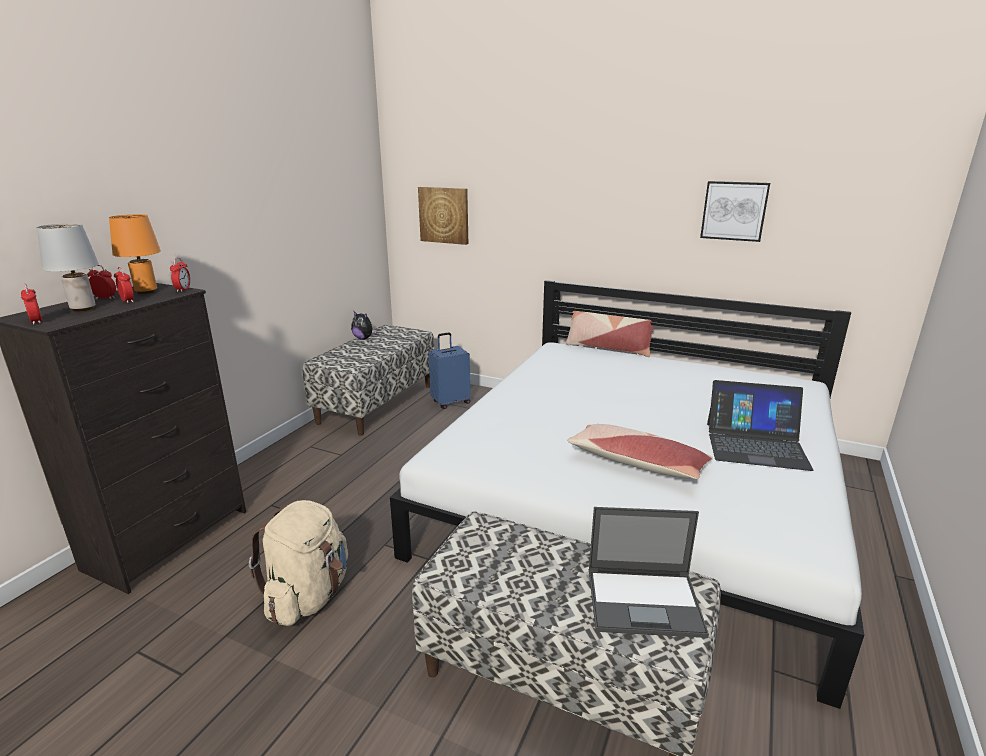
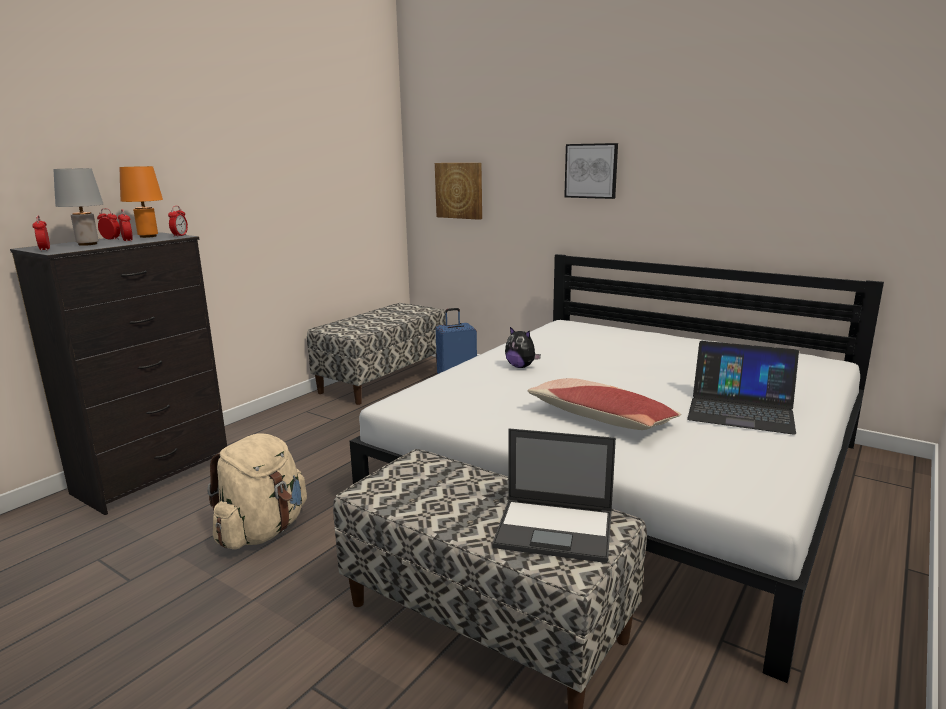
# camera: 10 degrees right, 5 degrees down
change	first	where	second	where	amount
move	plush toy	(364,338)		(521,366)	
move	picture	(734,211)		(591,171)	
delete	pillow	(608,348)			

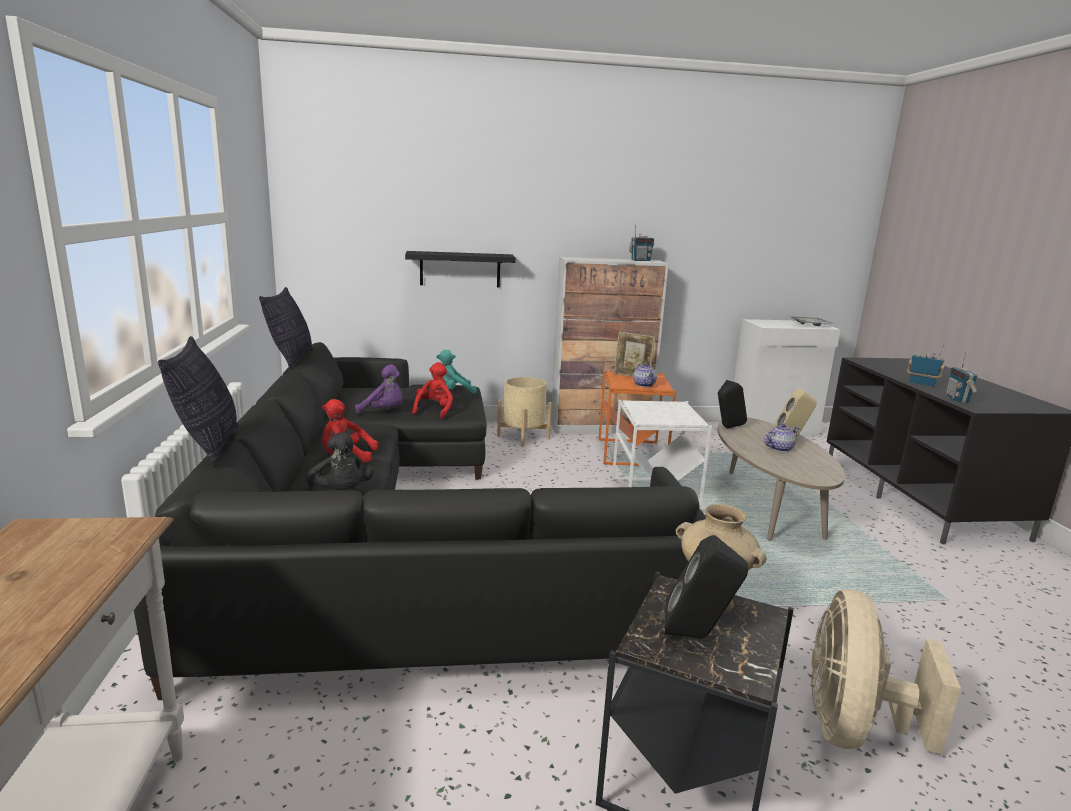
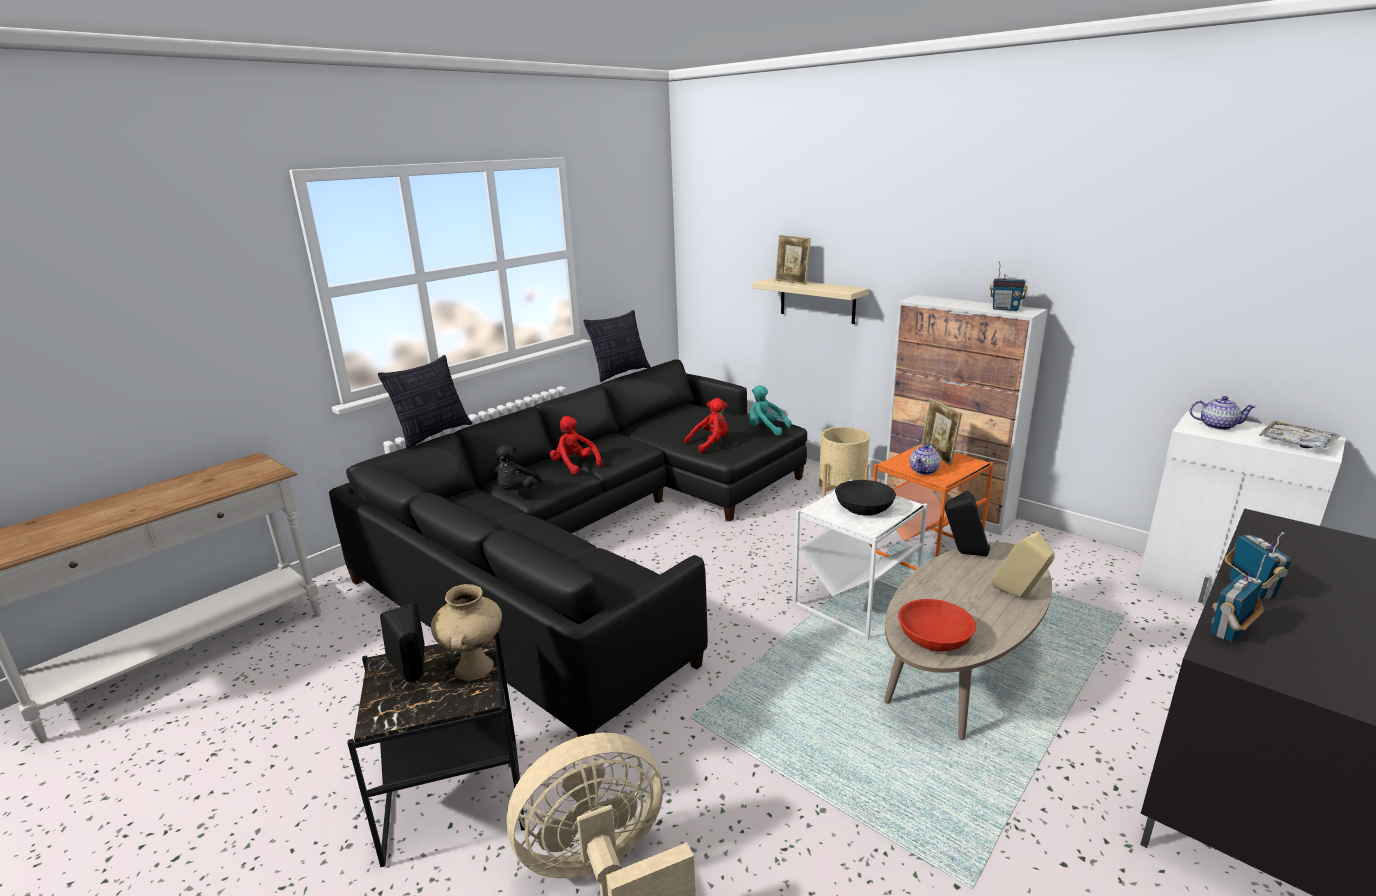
# camera: 50 degrees right, 5 degrees up
change	first	where	second	where	amount
recolor	shelf in black	(460,269)	shelf in beige	(817,300)	
insert			picture frame	(792,282)	
insert			bowl in black	(864,507)	
insert			bowl in red	(934,637)	
move	teapot	(779,448)		(1217,426)	
delete	plush toy in purple	(384,411)			

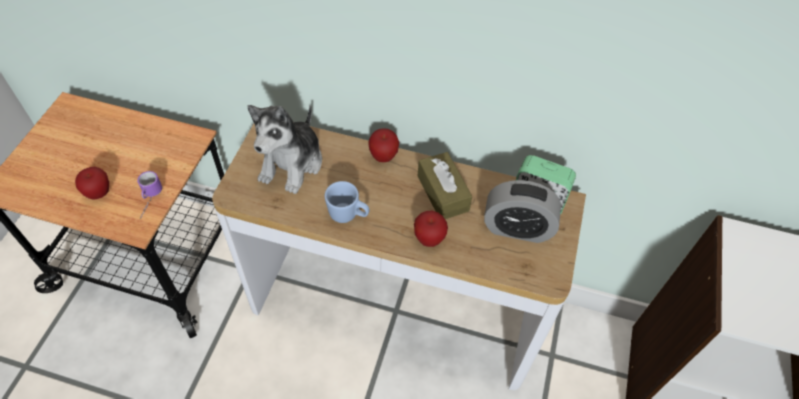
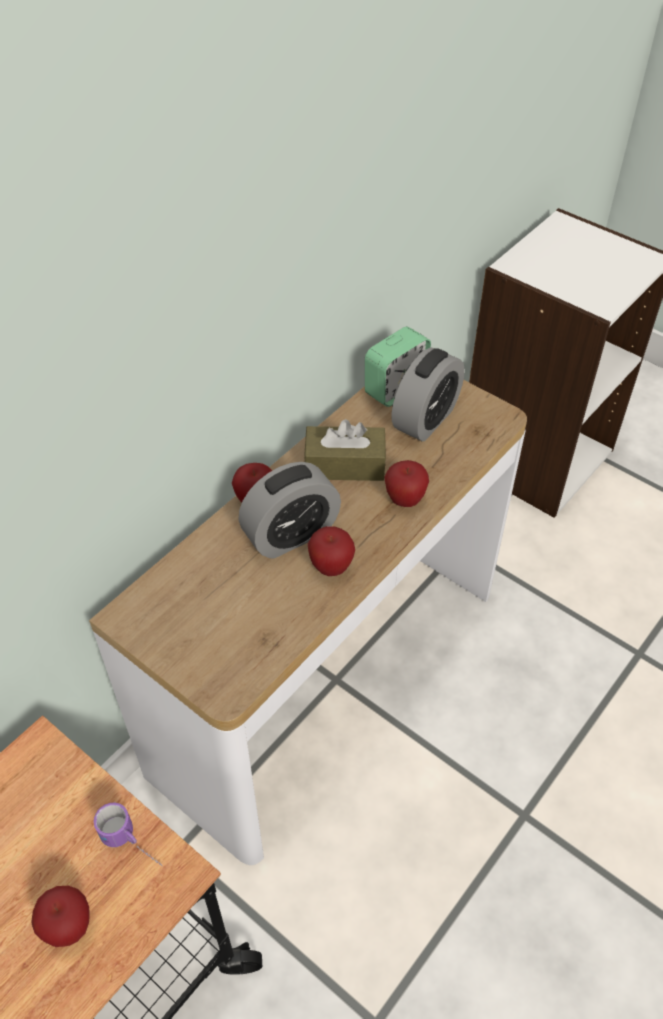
# camera: 65 degrees left, 5 degrees down
change	first	where	second	where	amount
insert			alarm clock	(291,535)	
replace	mug in blue	(348,215)	apple	(331,567)	
delete	plush toy	(292,164)			

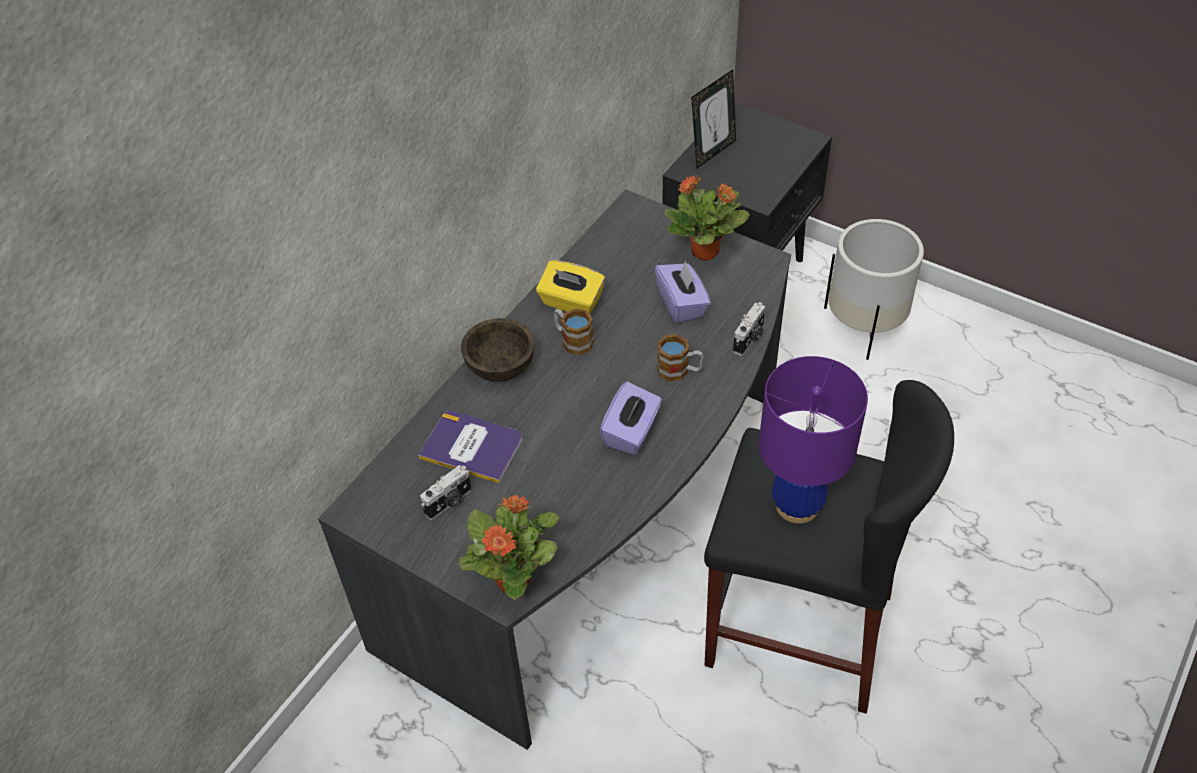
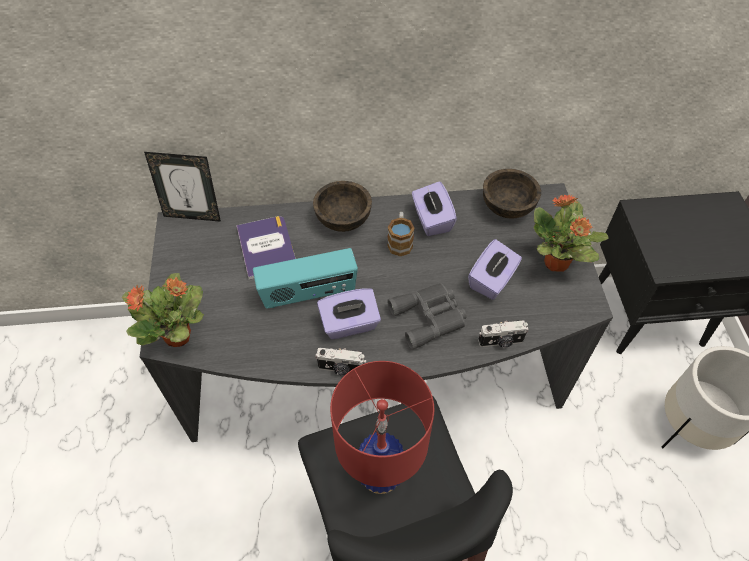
# camera: 50 degrees right, 5 degrees up
change	first	where	second	where	amount
move	picture frame	(712,152)		(193,215)	
insert			radio	(309,294)	
move	photo camera	(449,502)		(341,369)	
recolor	table lamp in purple	(796,505)	table lamp in red	(380,473)	
replace	mug	(679,371)	binoculars in grey	(430,317)	
recolor	tissue box in yellow	(571,303)	tissue box in purple	(431,220)	
insert			bowl in brown	(507,206)	

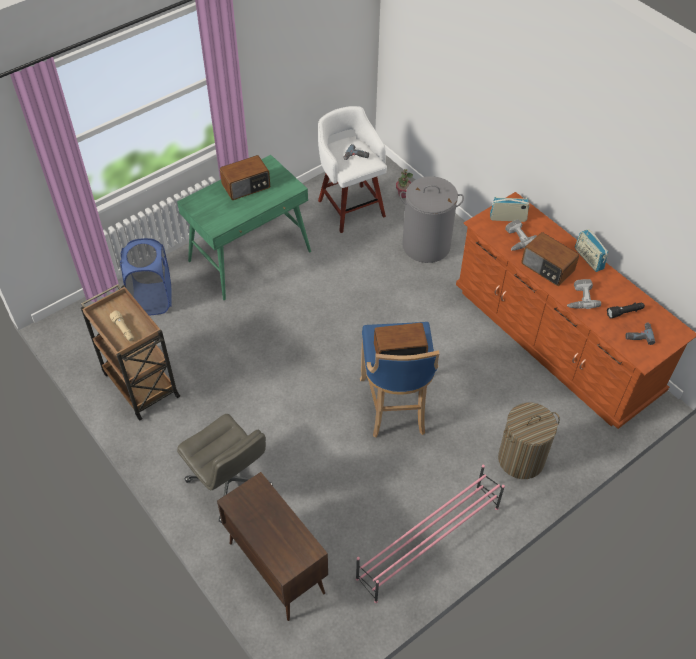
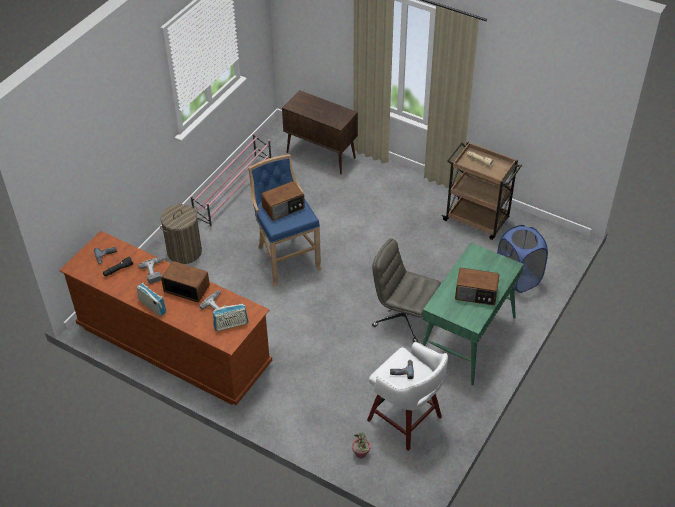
# camera: 160 degrees right, 5 degrees down
change	first	where	second	where	amount
move	office chair in grey	(230,484)		(403,318)	
rotate	radio	(246,186)		(476,294)	120 degrees counterclockwise
delete	laundry basket in grey	(426,245)			

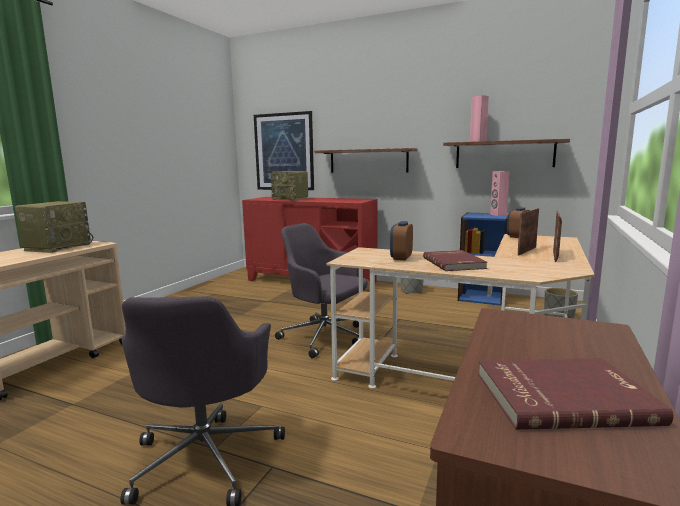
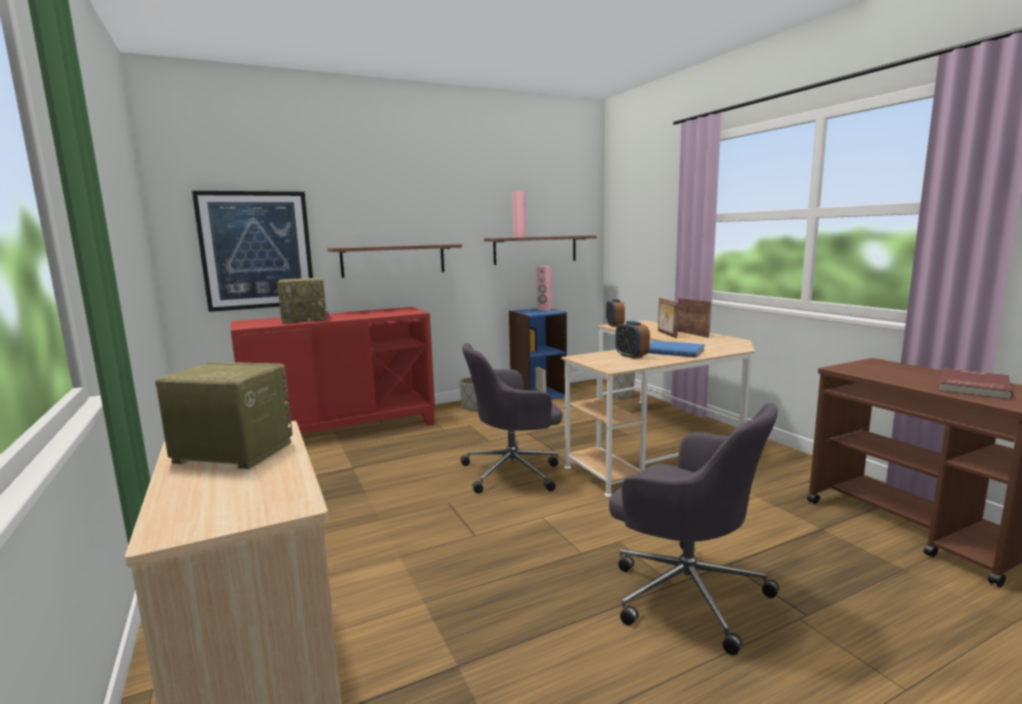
# camera: 50 degrees left, 0 degrees up
change	first	where	second	where	amount
rotate	radio	(58,247)		(231,453)	45 degrees counterclockwise
recolor	book in red	(454,263)	book in blue	(674,351)	

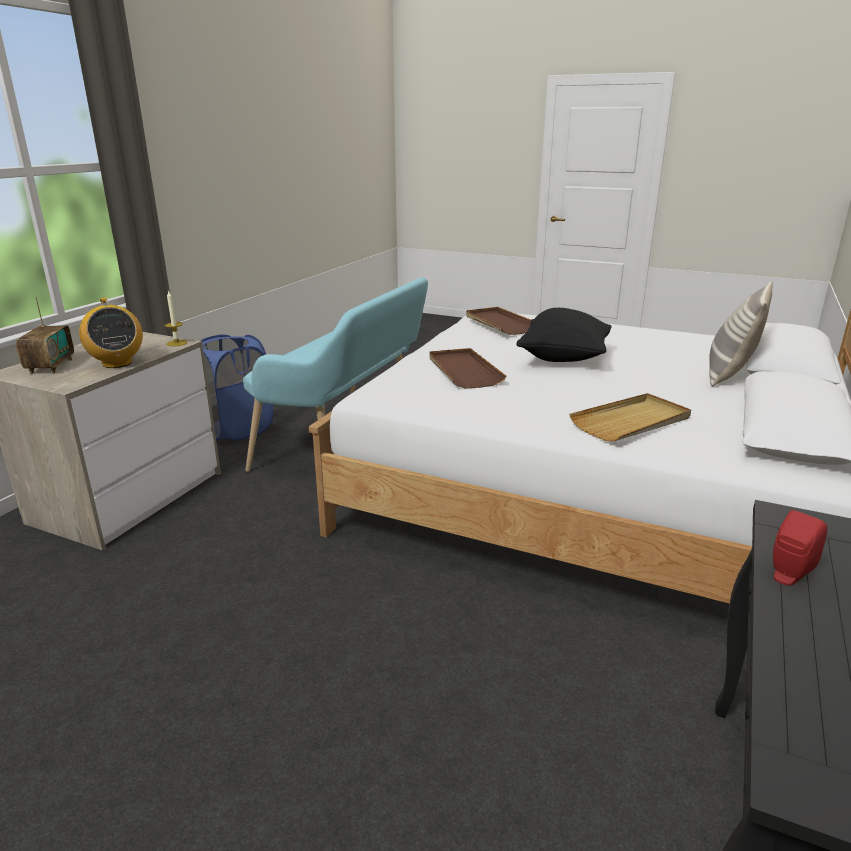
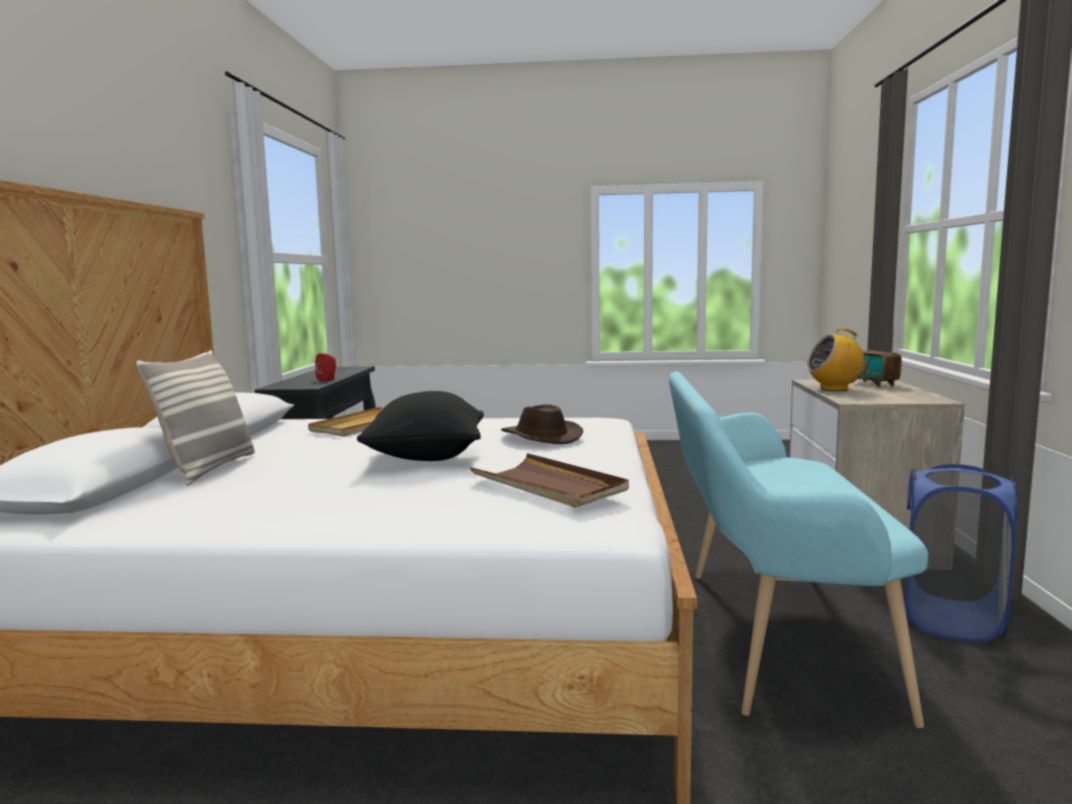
# camera: 160 degrees right, 15 degrees down
change	first	where	second	where	amount
replace	tray in brown	(463,371)	hat in brown	(540,437)	
rotate	radio	(117,363)		(834,389)	45 degrees counterclockwise
delete	candle	(176,343)			

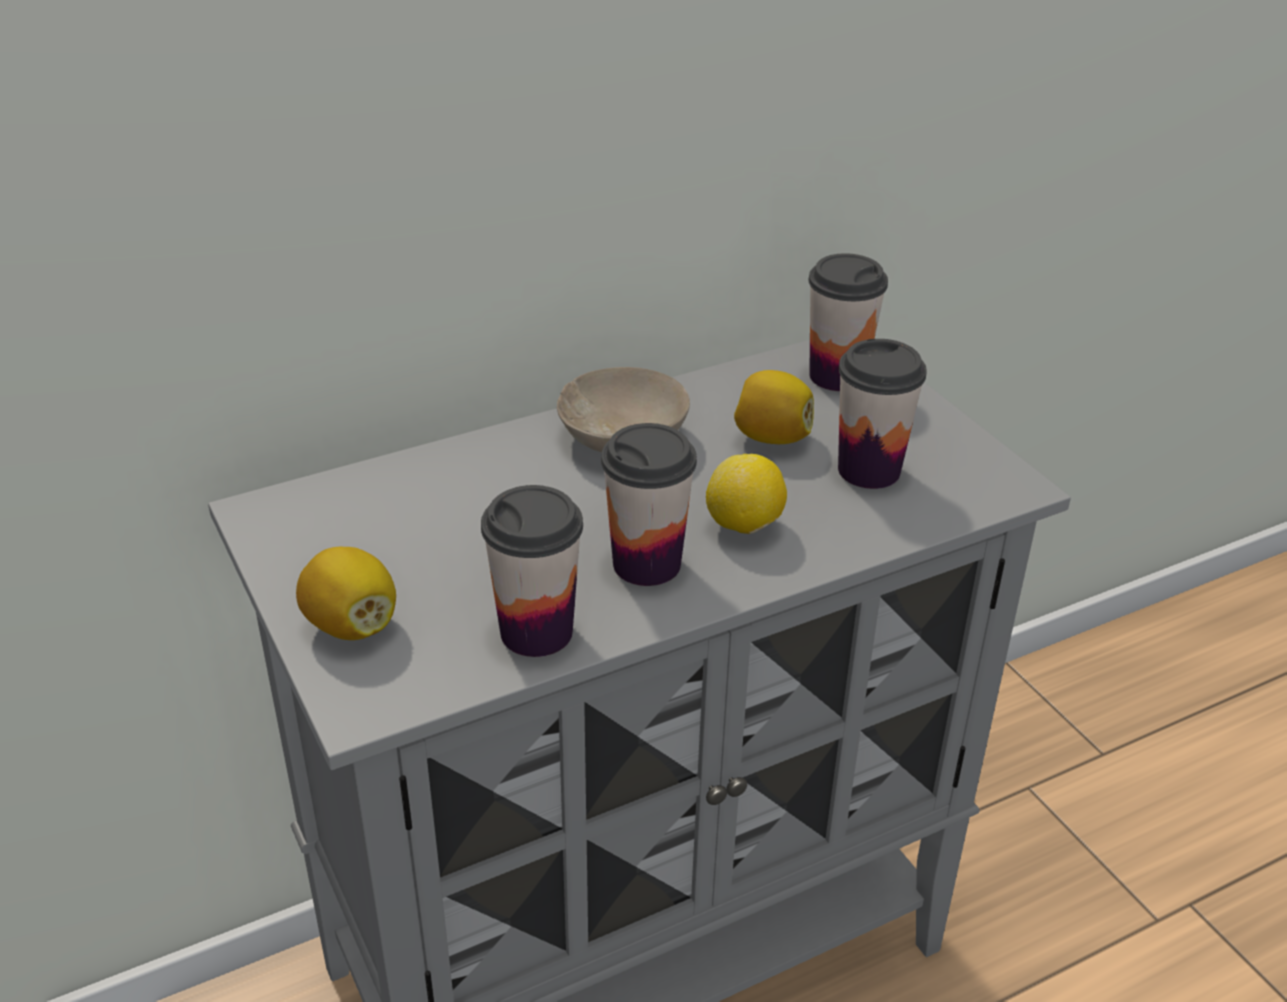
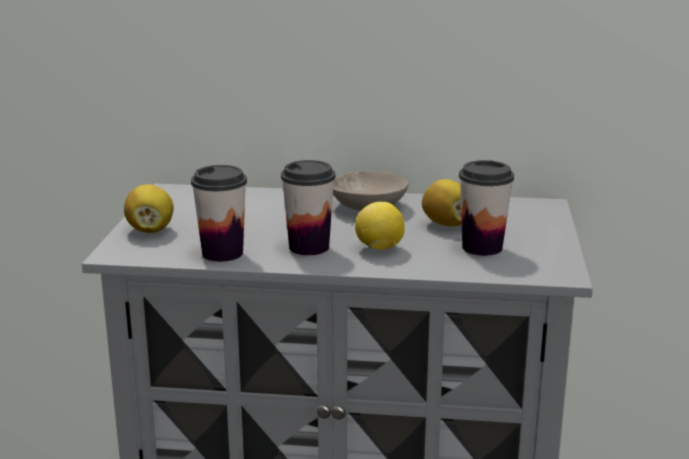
# camera: 35 degrees right, 15 degrees down
change	first	where	second	where	amount
delete	cup	(837,376)			

